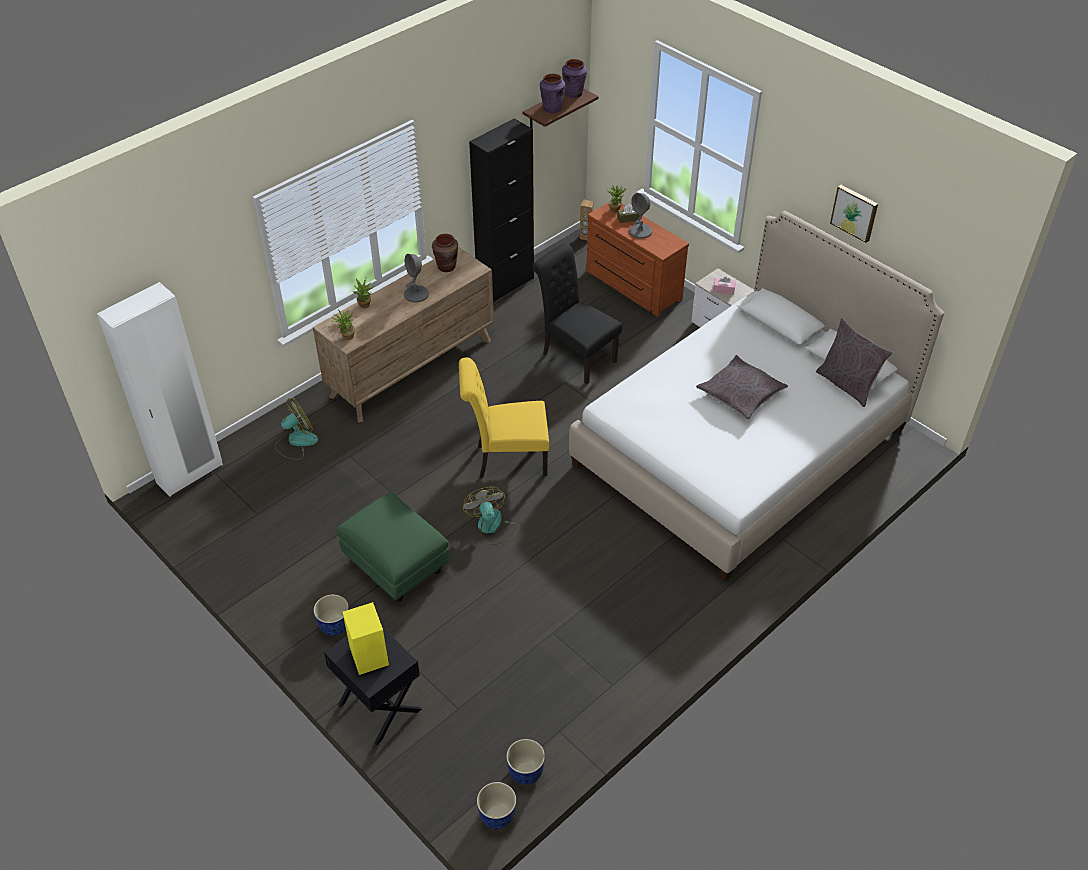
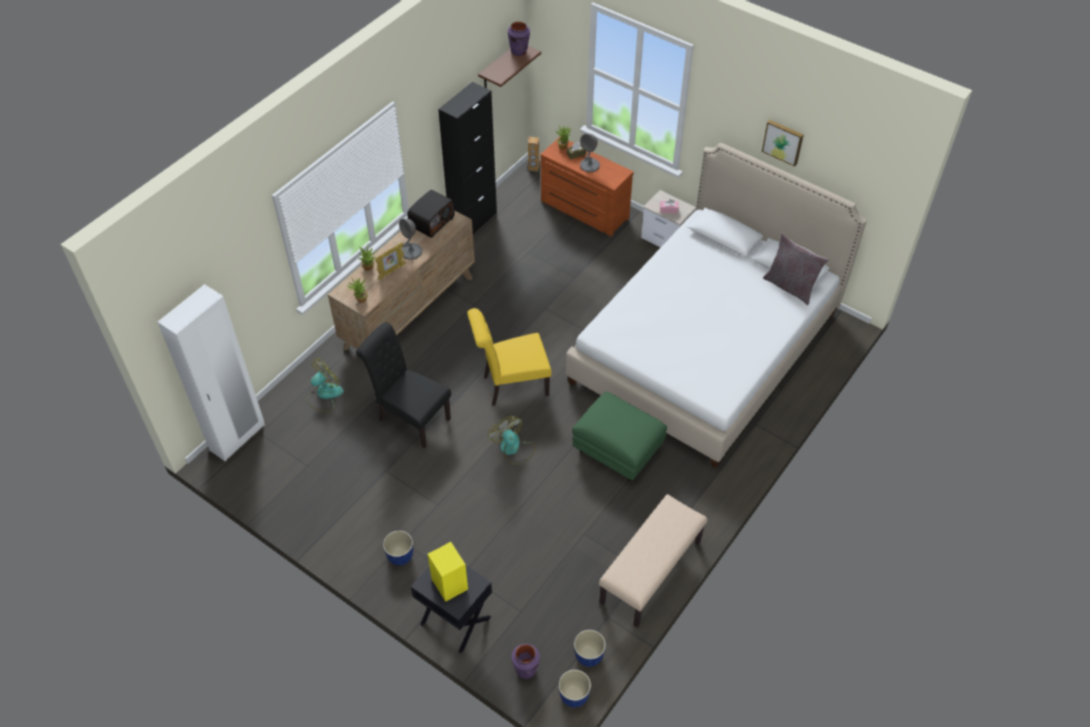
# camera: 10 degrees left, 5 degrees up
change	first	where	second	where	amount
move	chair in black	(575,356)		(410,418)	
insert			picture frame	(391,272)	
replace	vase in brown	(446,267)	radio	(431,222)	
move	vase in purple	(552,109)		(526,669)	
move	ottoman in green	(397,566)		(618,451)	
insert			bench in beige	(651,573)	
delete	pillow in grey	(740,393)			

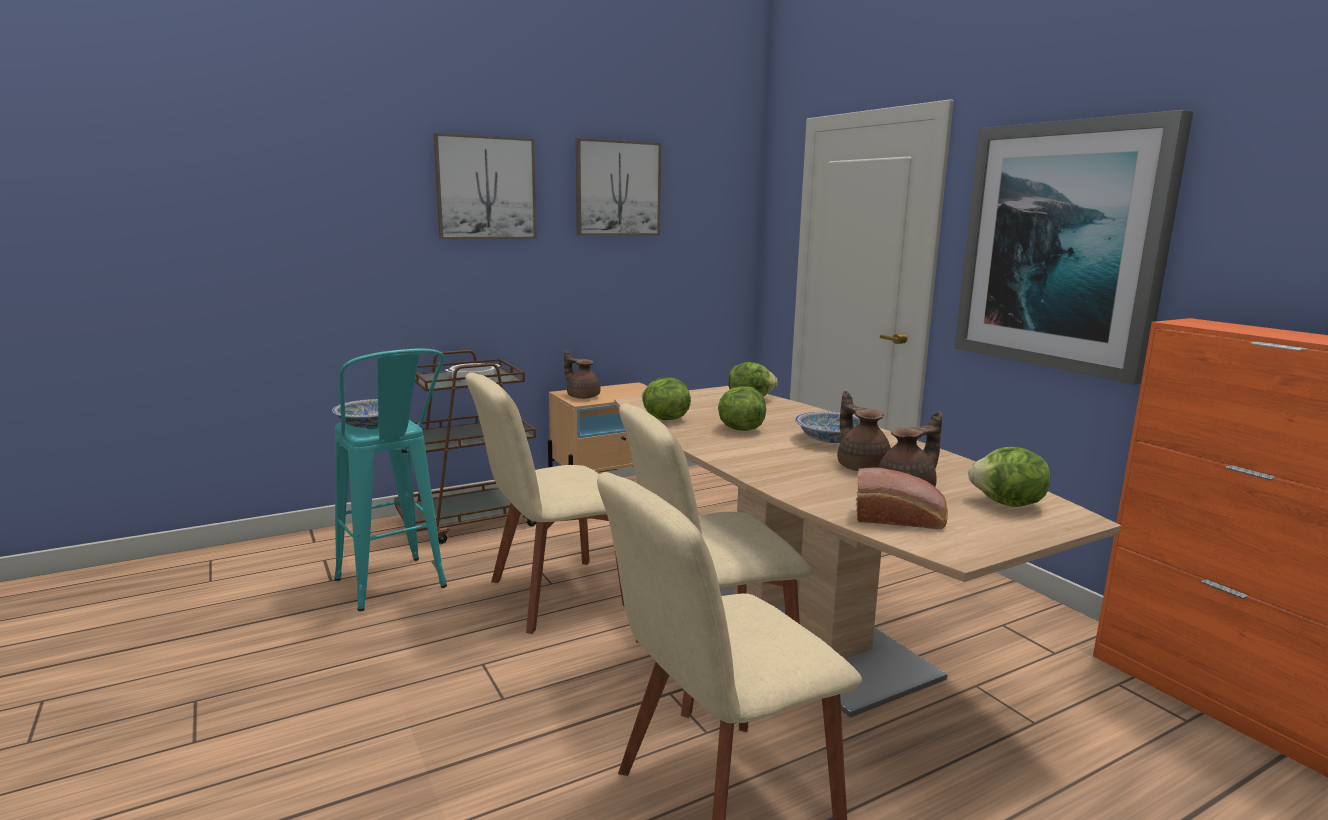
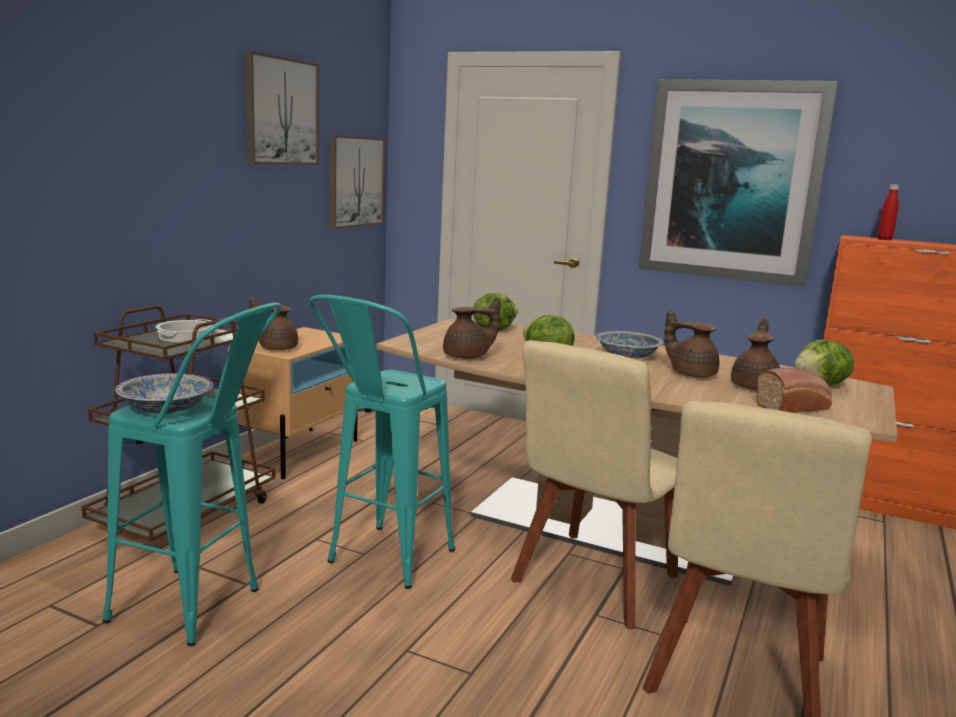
# camera: 35 degrees left, 0 degrees up
change	first	where	second	where	amount
replace	chair in beige	(552,595)	stool in turquoise	(381,565)	
move	picture	(486,188)		(355,181)	
replace	lettuce	(664,419)	teapot in brown	(468,357)	
insert			bottle in red	(884,239)	

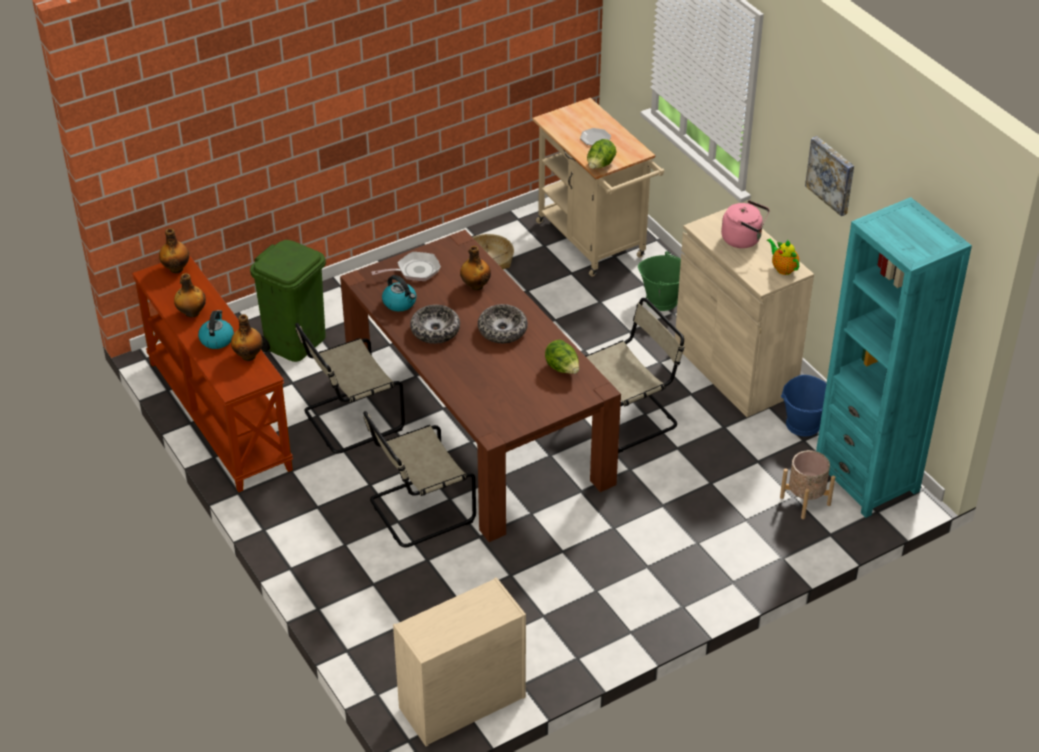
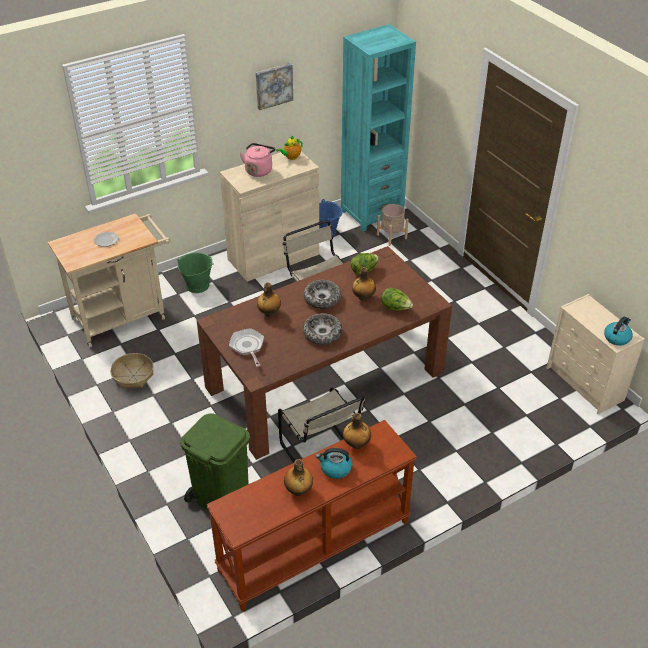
# camera: 90 degrees left, 0 degrees up
change	first	where	second	where	amount
move	bottle	(176,268)		(363,297)	
move	lettuce	(600,166)		(395,308)	
move	kettle	(400,303)		(617,337)	
delete	chair in beige	(418,511)			

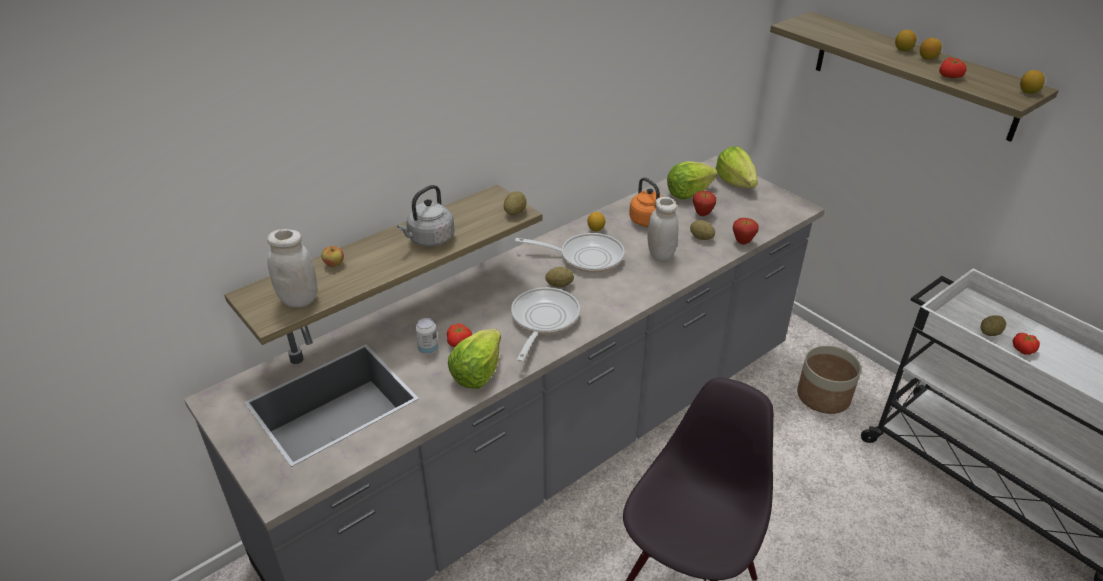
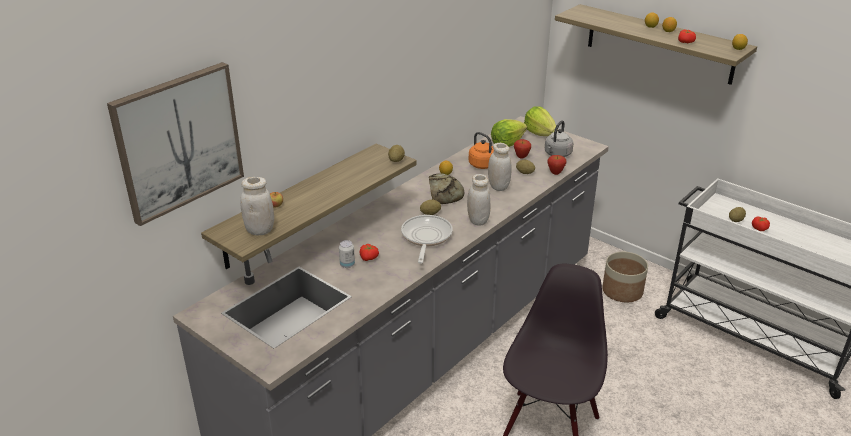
# camera: 10 degrees left, 5 degrees down
change	first	where	second	where	amount
insert			picture	(178,141)	
replace	frying pan	(585,257)	bread	(444,193)	
insert			jar in white	(478,220)	
move	kettle in grey	(429,240)		(557,154)	
delete	lettuce	(477,373)			

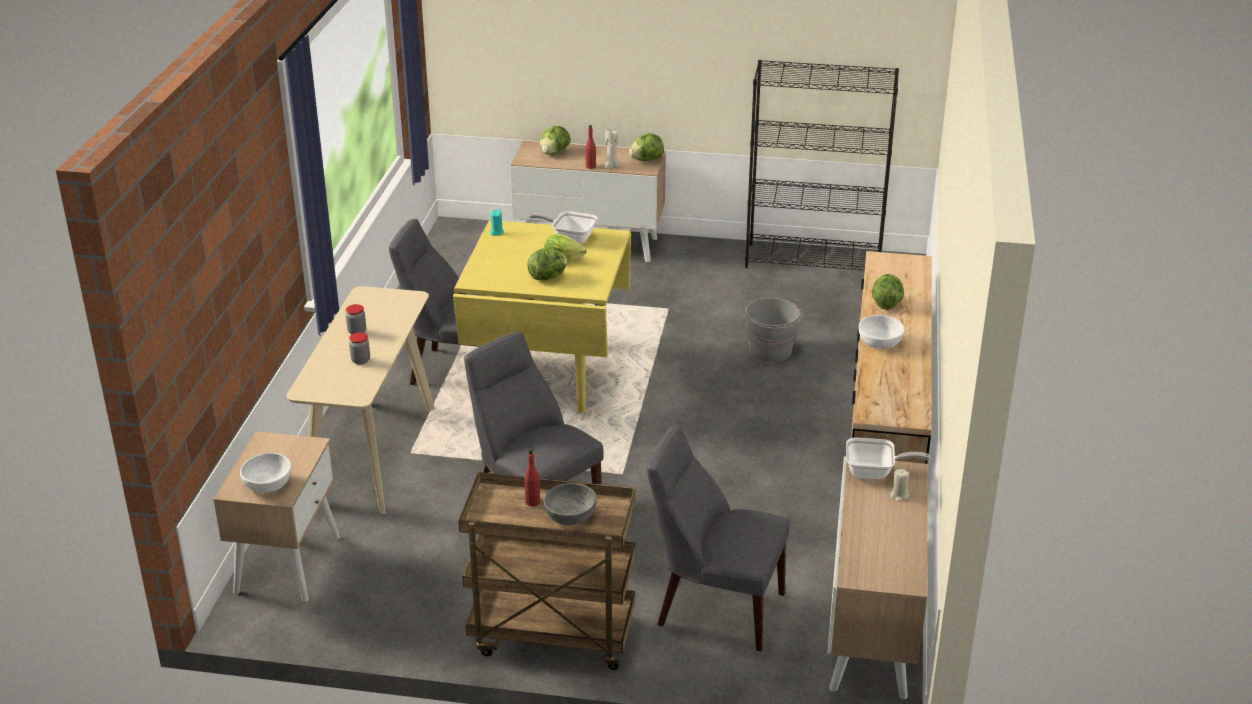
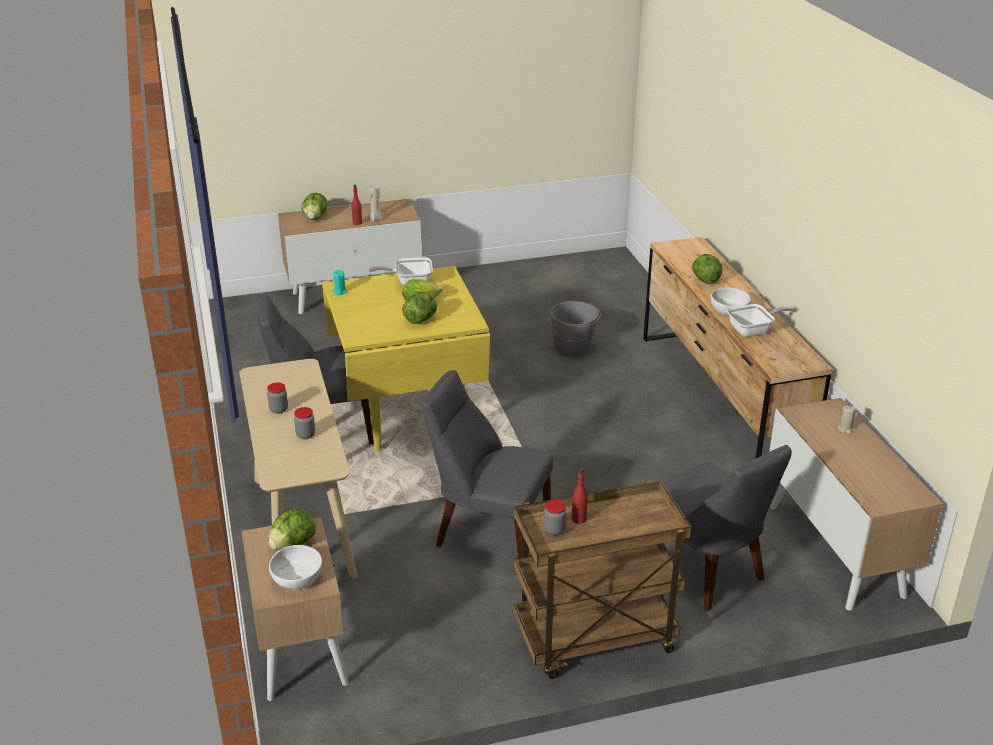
# camera: 25 degrees left, 0 degrees up
change	first	where	second	where	amount
move	lettuce	(646,160)		(292,544)	
insert			jar	(554,530)	
rotate	chair in grey	(715,608)		(705,571)	120 degrees counterclockwise
move	frying pan	(875,472)		(753,331)	
delete	bowl in grey	(570,515)			
delete	bookcase in black	(814,260)			

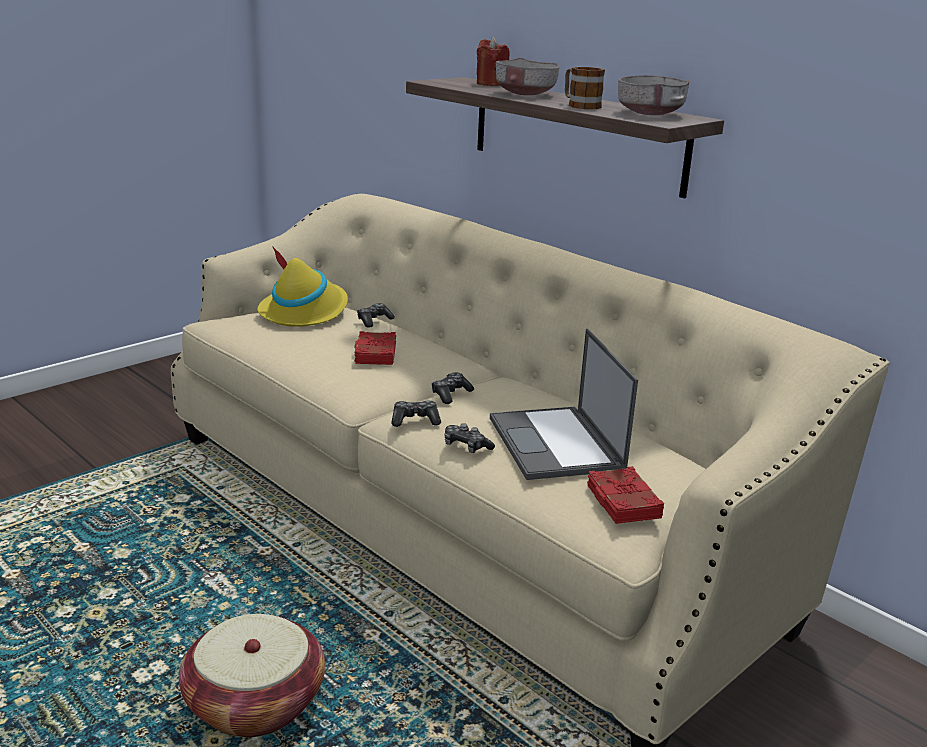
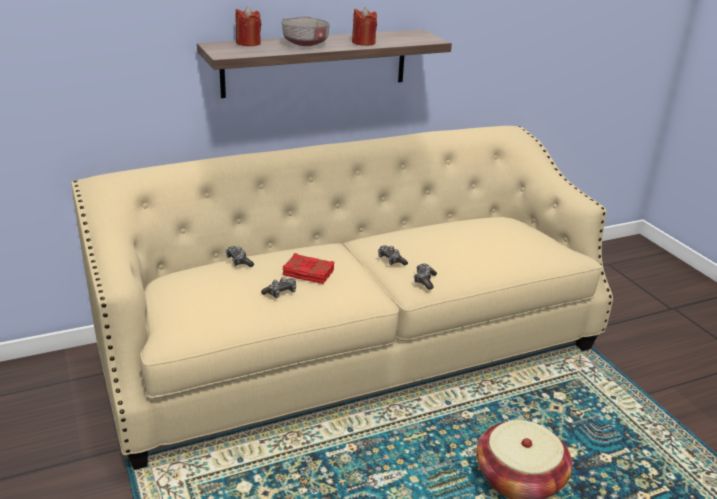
# camera: 70 degrees left, 5 degrees up
change	first	where	second	where	amount
move	game controller	(466,446)		(280,293)	
replace	mug	(580,105)	candle in red	(363,42)	
delete	hat in yellow	(304,312)			
delete	laptop	(556,444)			
delete	book in red	(622,502)			
delete	bowl in grey	(649,113)			

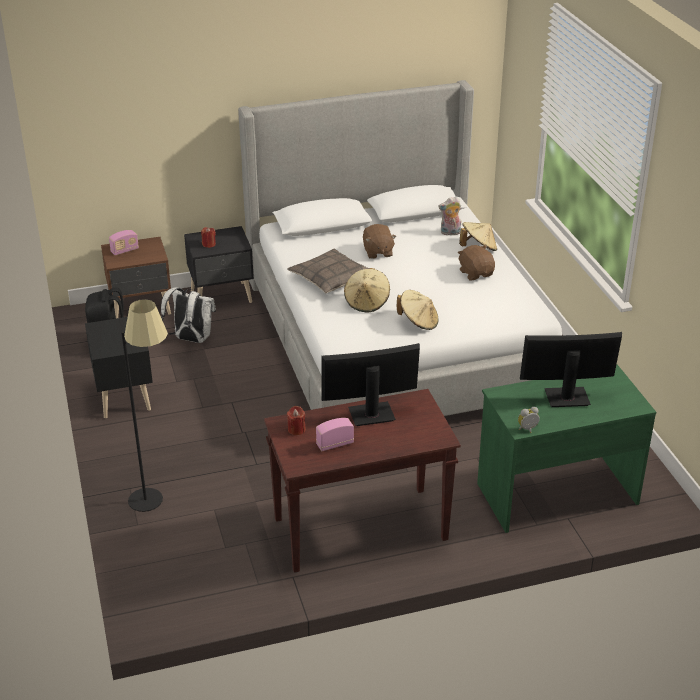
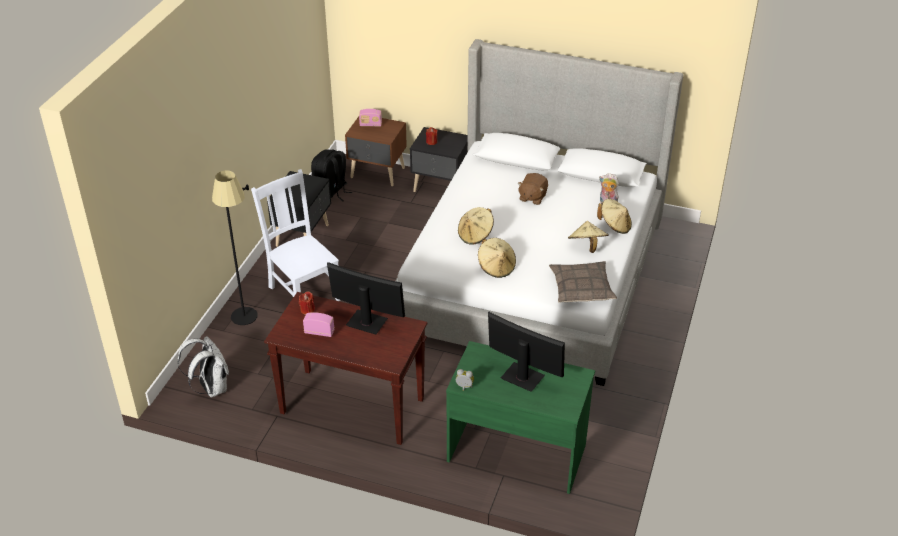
# camera: 35 degrees right, 5 degrees up
change	first	where	second	where	amount
move	backpack in white	(191,339)		(211,388)	
insert			chair in white	(303,291)	
move	pillow	(330,278)		(581,288)	
replace	plush toy in brown	(476,273)	hat in beige	(587,246)	

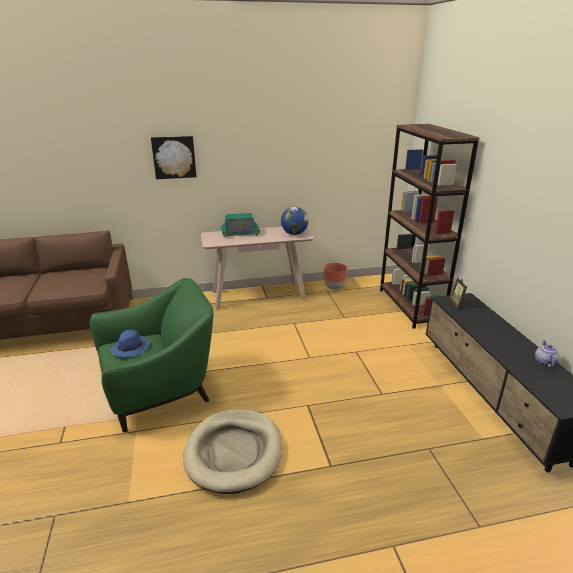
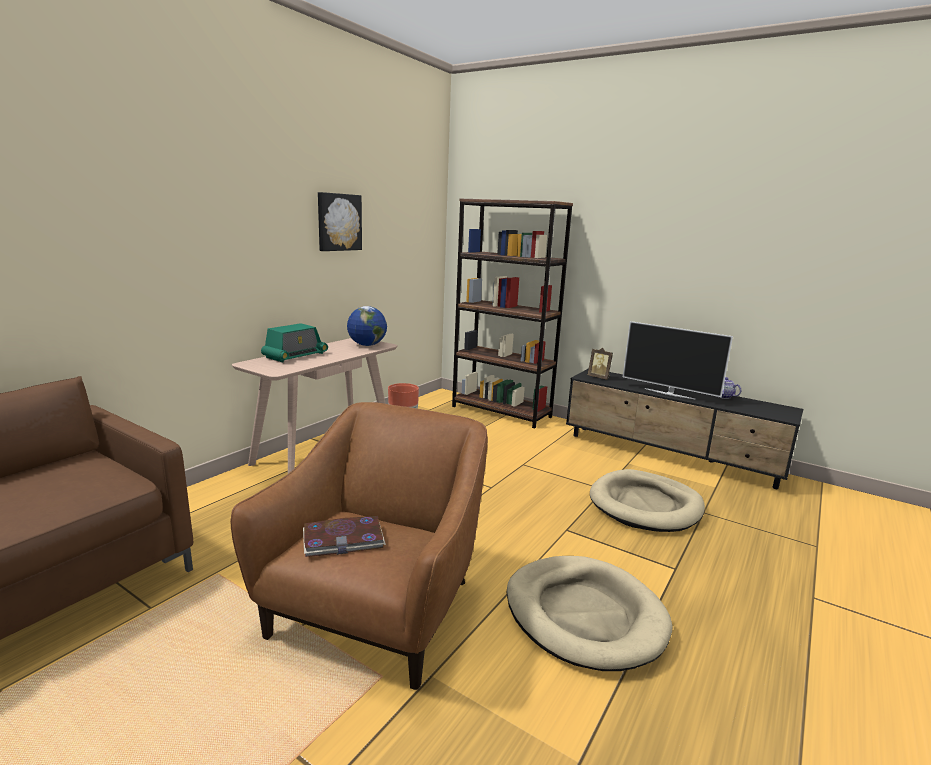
# camera: 45 degrees left, 10 degrees down
change	first	where	second	where	amount
recolor	armchair in green	(160,391)	armchair in brown	(378,608)	
replace	hat in blue	(130,348)	book	(343,539)	
move	picture	(174,157)		(338,222)	
insert			dog bed in beige	(645,505)	
insert			television	(669,393)	

